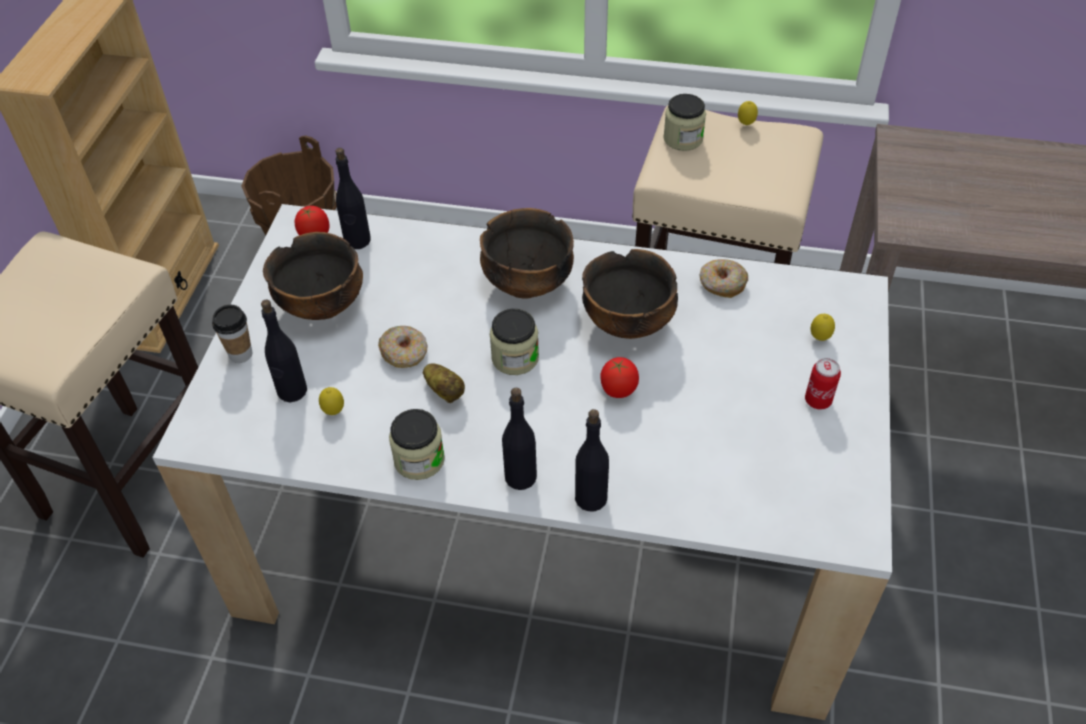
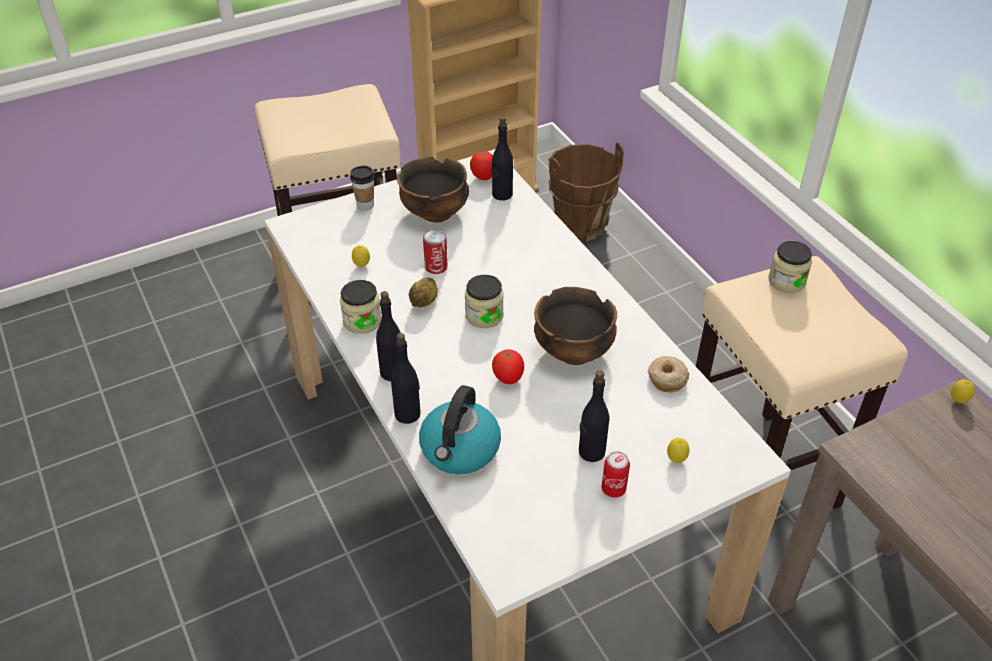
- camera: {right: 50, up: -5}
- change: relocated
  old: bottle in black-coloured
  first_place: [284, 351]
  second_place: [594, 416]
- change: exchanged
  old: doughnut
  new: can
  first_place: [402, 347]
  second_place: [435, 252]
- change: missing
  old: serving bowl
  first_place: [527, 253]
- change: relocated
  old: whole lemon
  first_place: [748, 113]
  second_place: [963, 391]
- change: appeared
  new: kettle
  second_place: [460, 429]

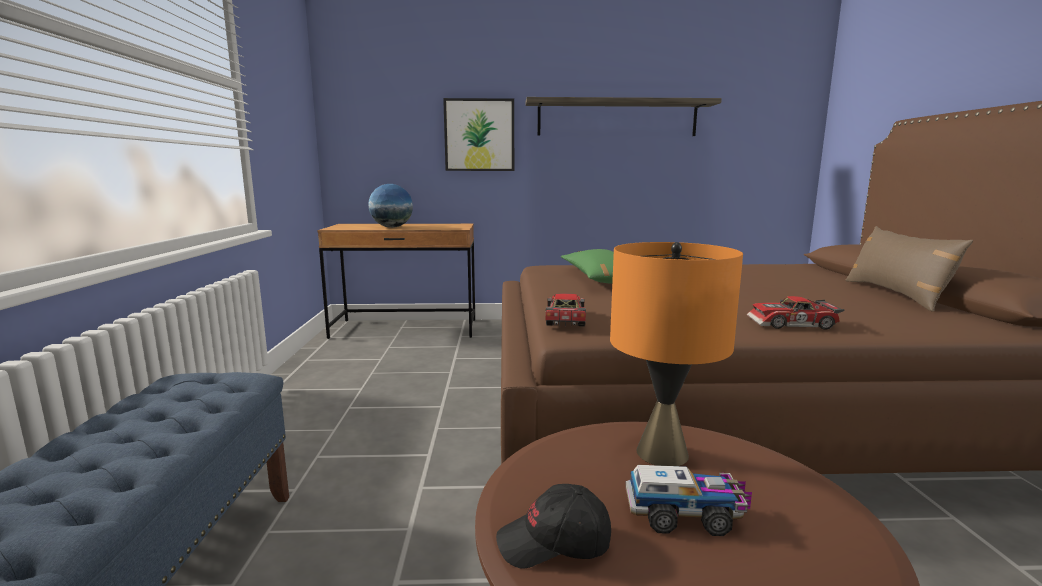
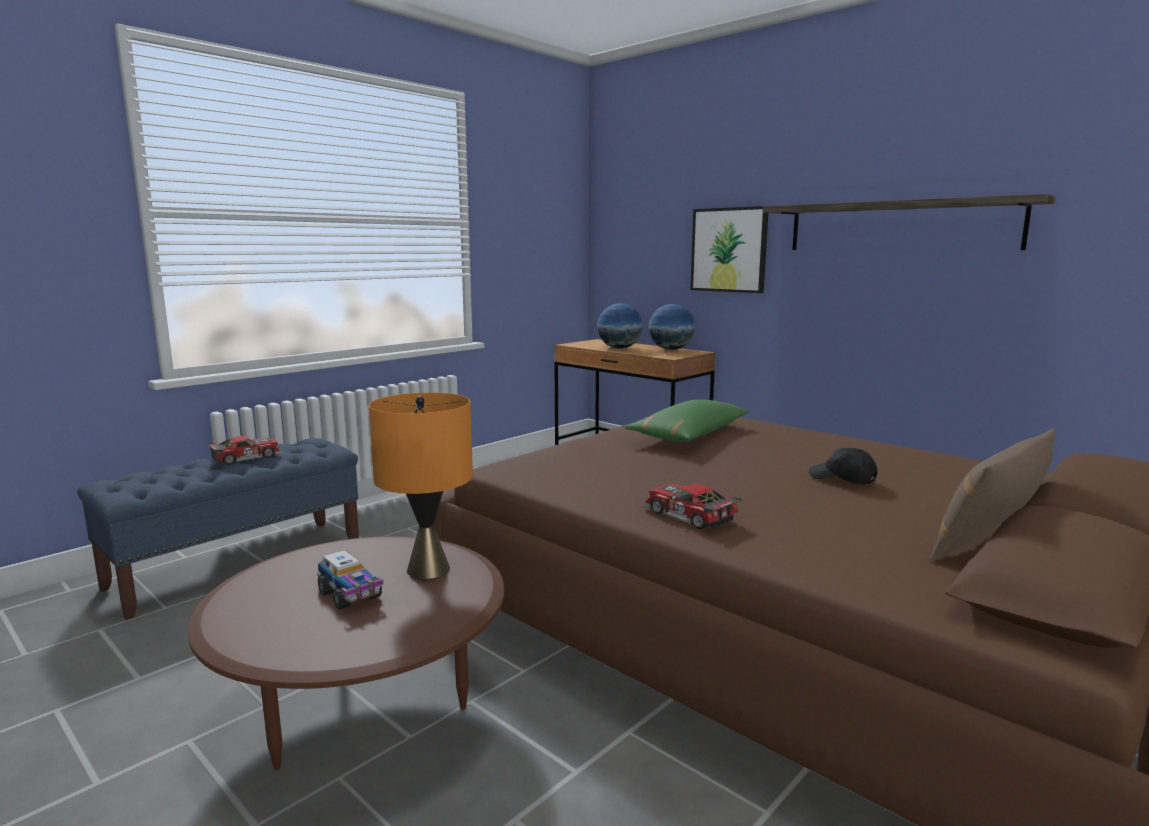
- camera: {right: 45, up: 0}
- change: relocated
  old: peaked cap in black-coloured
  first_place: [553, 526]
  second_place: [843, 466]
- change: relocated
  old: model car
  first_place: [566, 309]
  second_place: [245, 450]
- change: appeared
  new: world globe
  second_place: [672, 327]

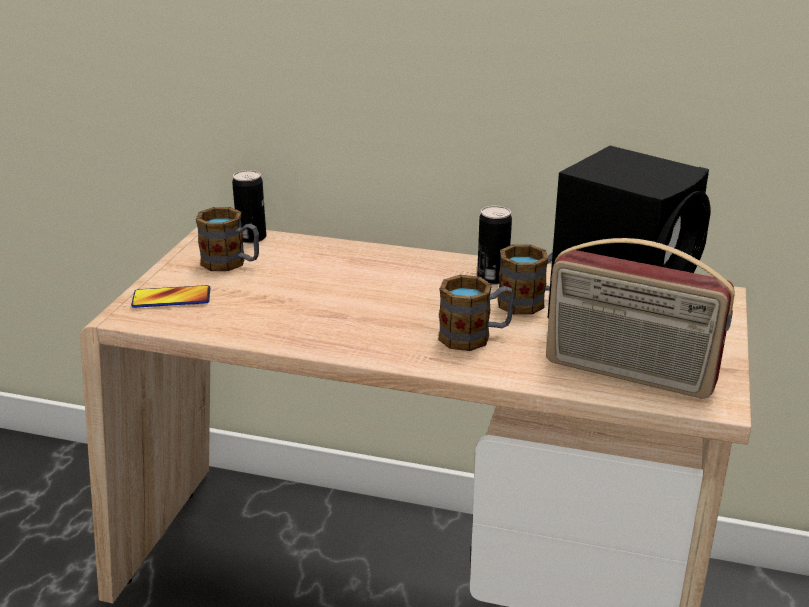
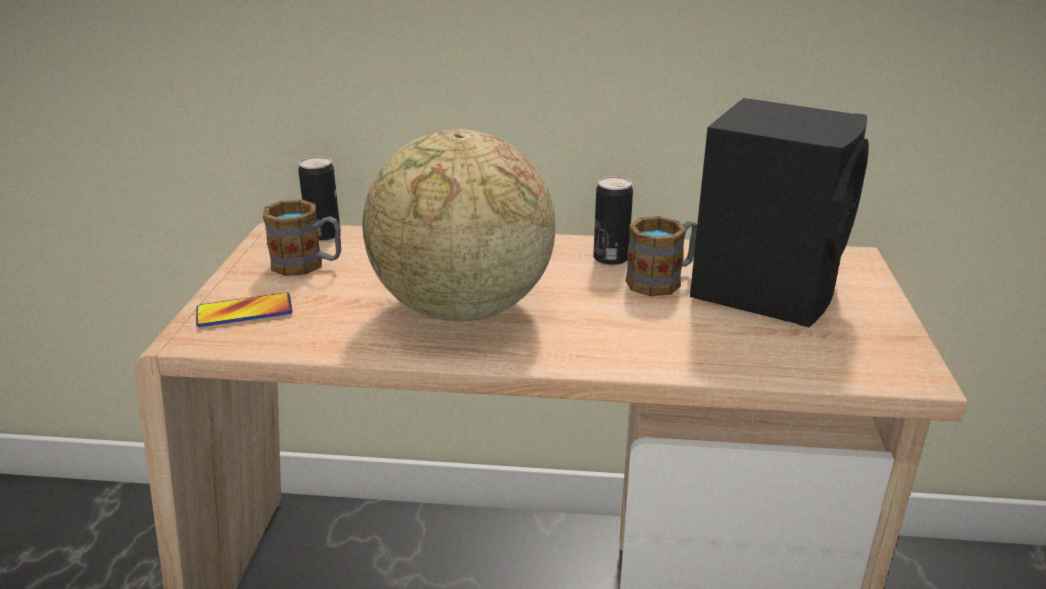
- camera: {right: -10, up: 0}
- change: missing
  old: mug
  first_place: [476, 313]
- change: missing
  old: radio receiver
  first_place: [640, 318]
- change: appeared
  new: world globe
  second_place: [459, 225]

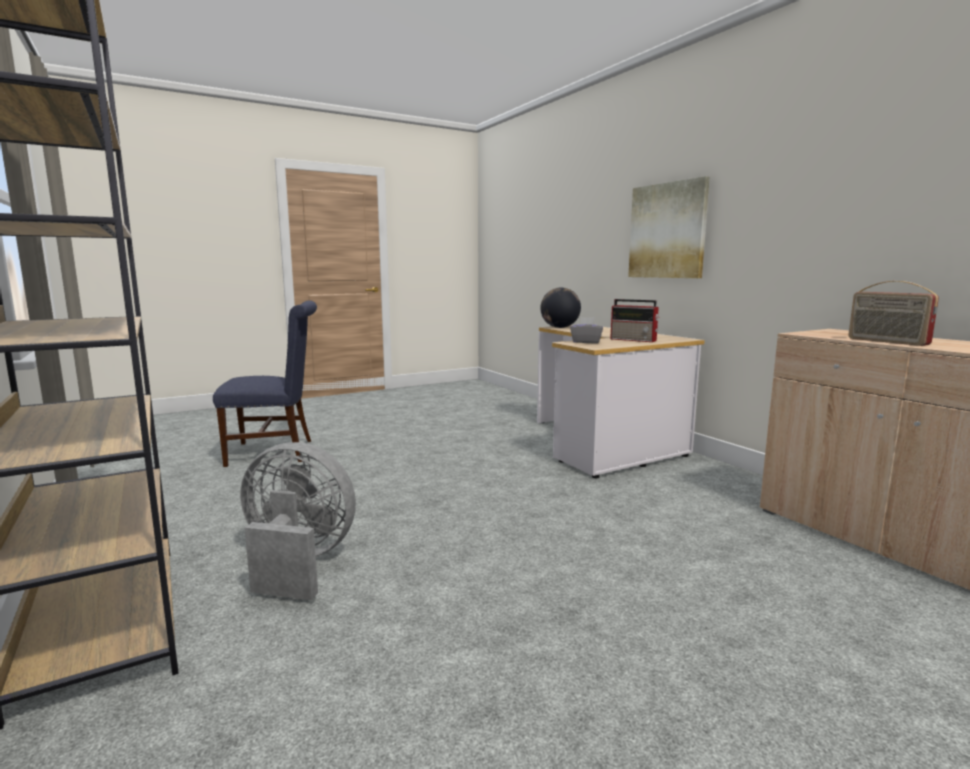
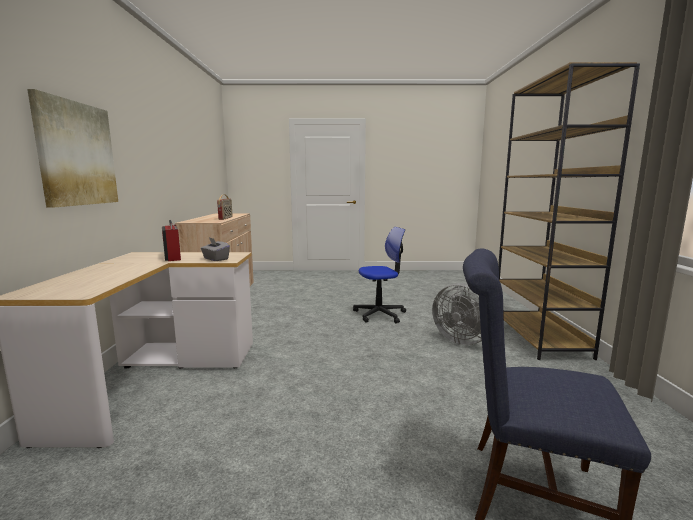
- camera: {right: -150, up: 0}
- change: missing
  old: world globe
  first_place: [560, 307]
- change: appeared
  new: office chair
  second_place: [379, 275]

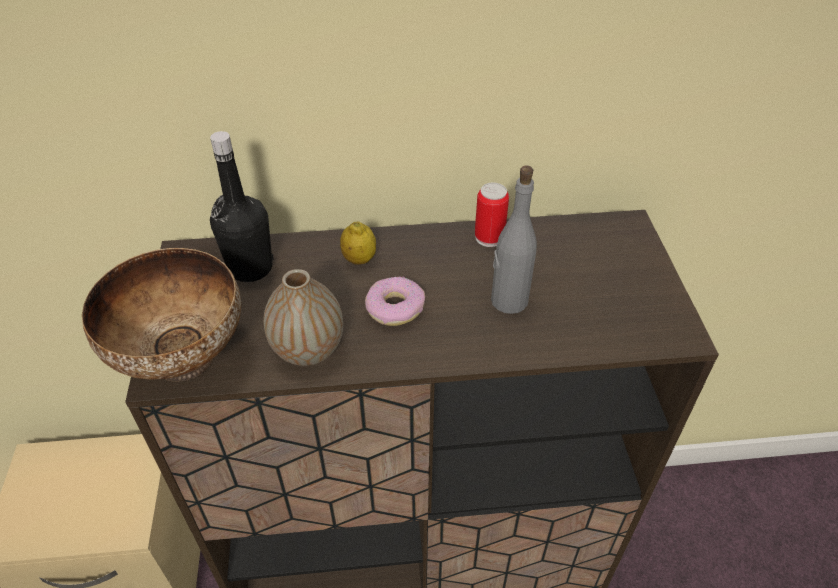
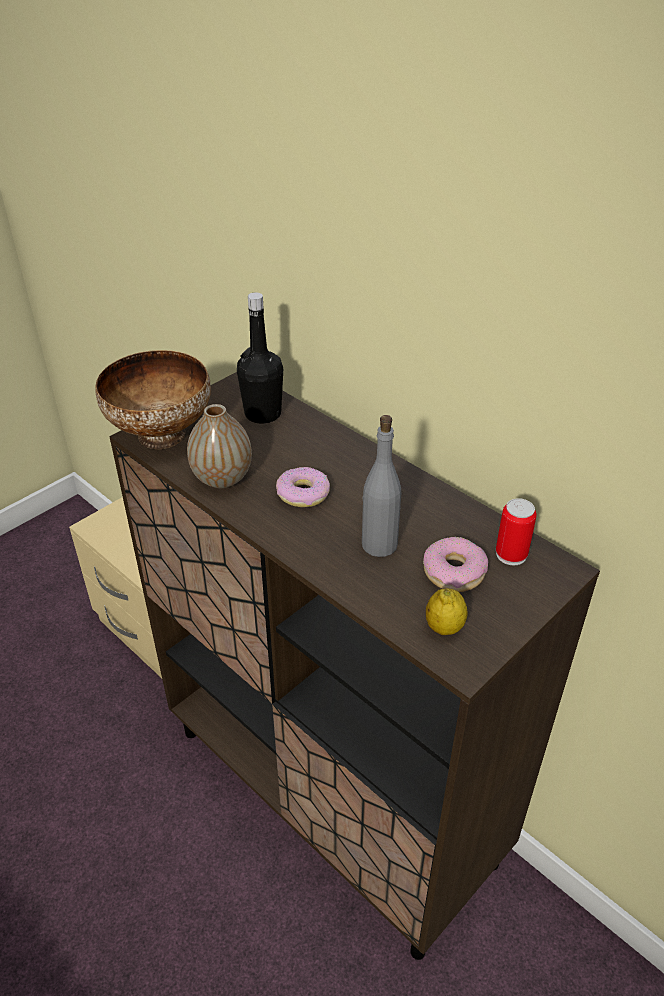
- camera: {right: 50, up: -5}
- change: relocated
  old: whole lemon
  first_place: [358, 243]
  second_place: [447, 611]
- change: relocated
  old: can
  first_place: [492, 215]
  second_place: [516, 531]
- change: appeared
  new: doughnut
  second_place: [455, 564]

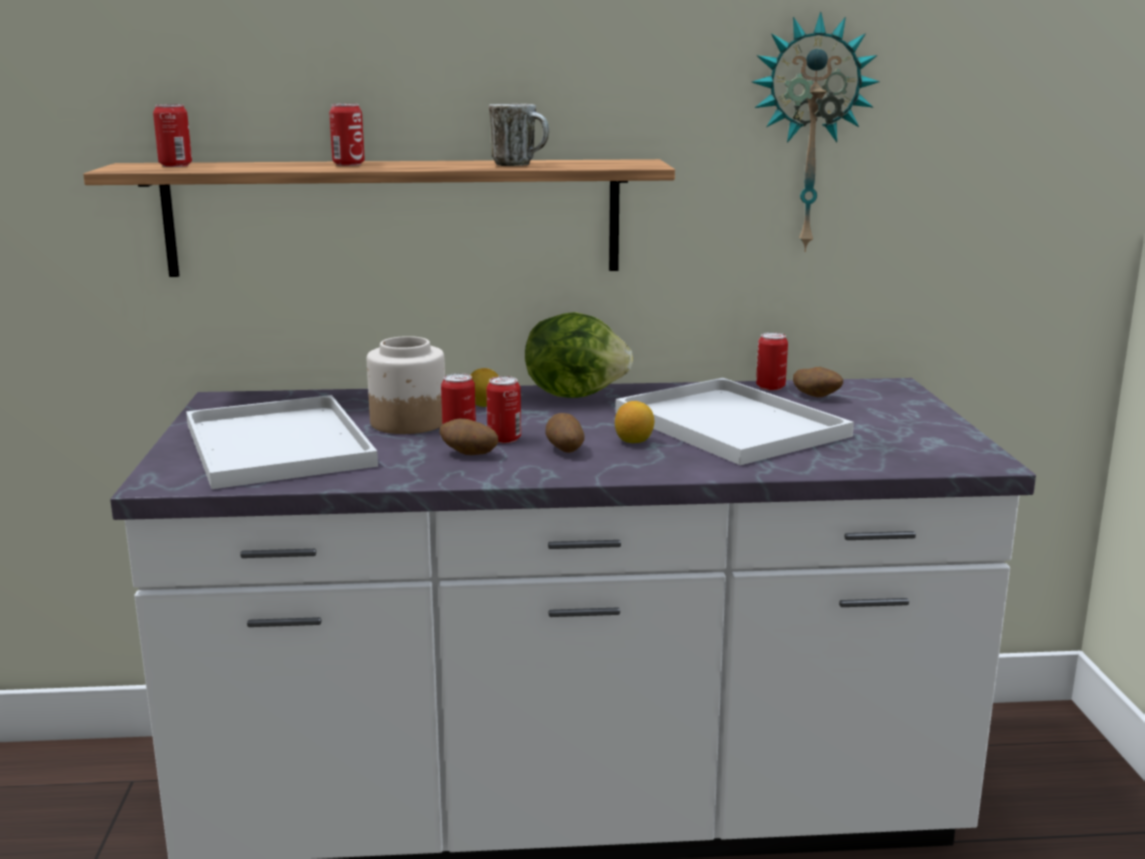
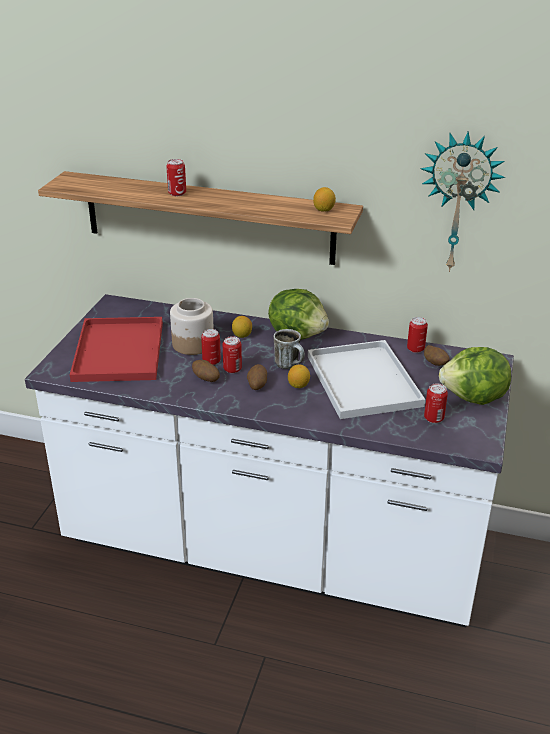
- camera: {right: 20, up: 15}
- change: relocated
  old: can
  first_place: [172, 135]
  second_place: [436, 403]
- change: colour
  old: serving tray in whitish
  new: serving tray in red-coloured
  first_place: [282, 442]
  second_place: [116, 349]
- change: relocated
  old: mug
  first_place: [519, 135]
  second_place: [289, 349]
- change: appeared
  new: whole lemon
  second_place: [324, 199]
- change: appeared
  new: head of lettuce
  second_place: [475, 376]

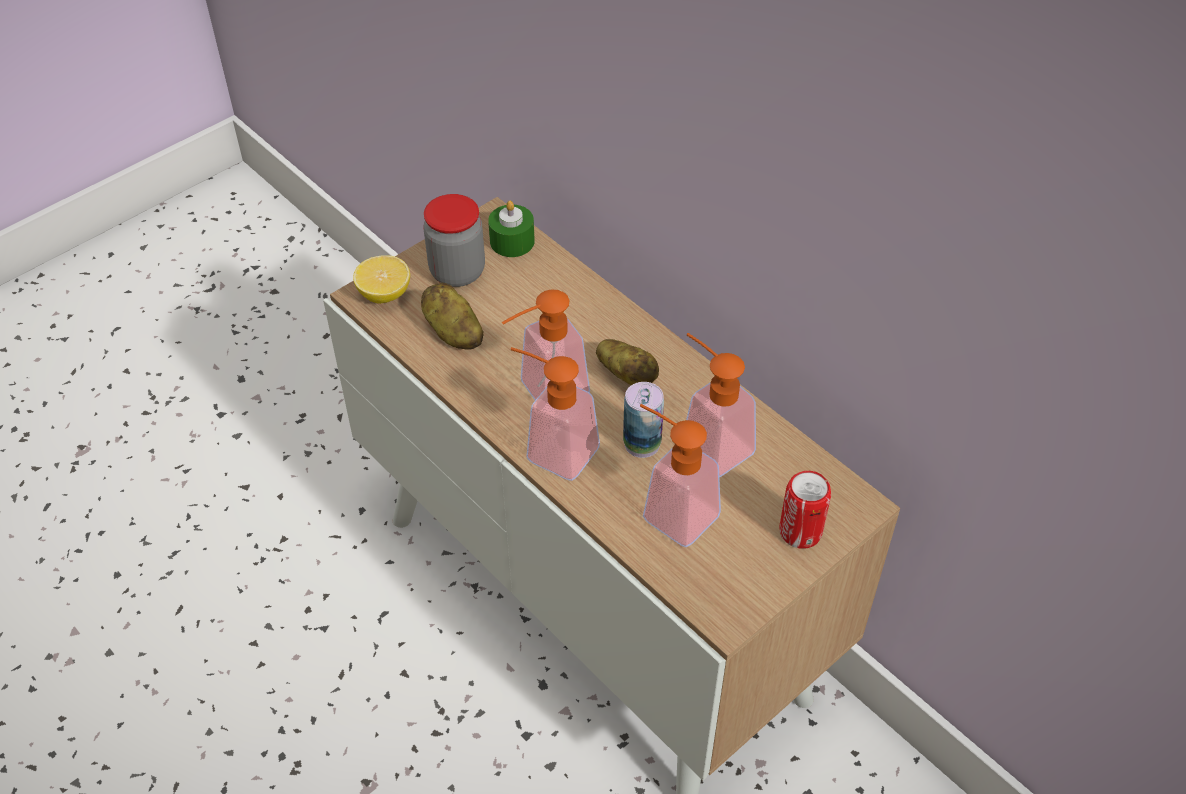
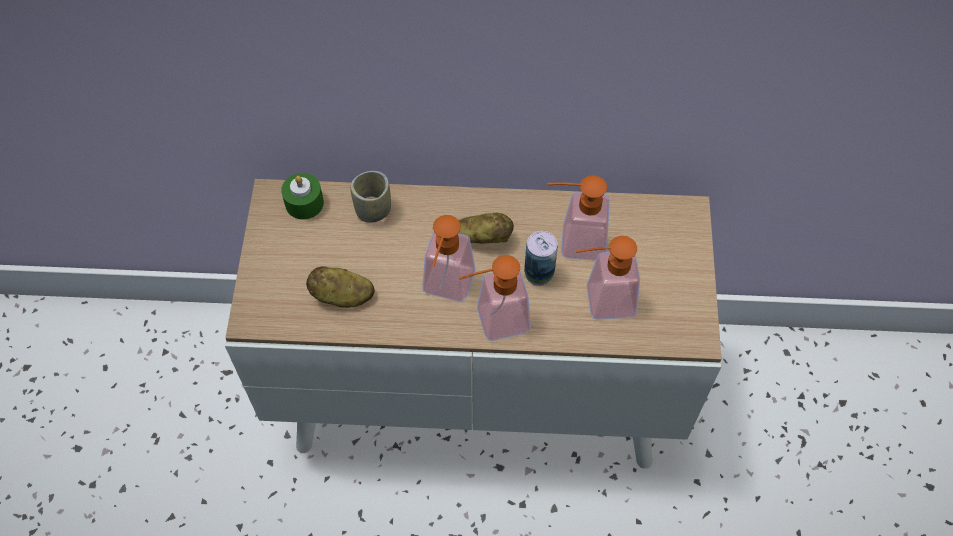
- camera: {right: -45, up: 10}
- change: missing
  old: whole lemon
  first_place: [381, 279]
- change: missing
  old: storage jar
  first_place: [454, 240]
- change: missing
  old: can
  first_place: [805, 510]
- change: appeared
  new: drinking cup
  second_place: [370, 197]

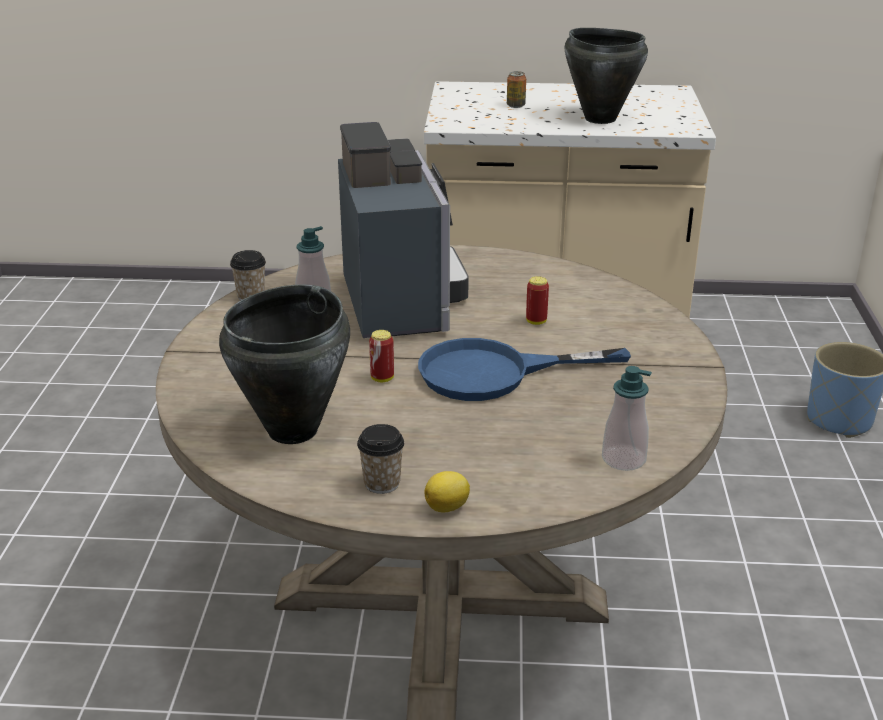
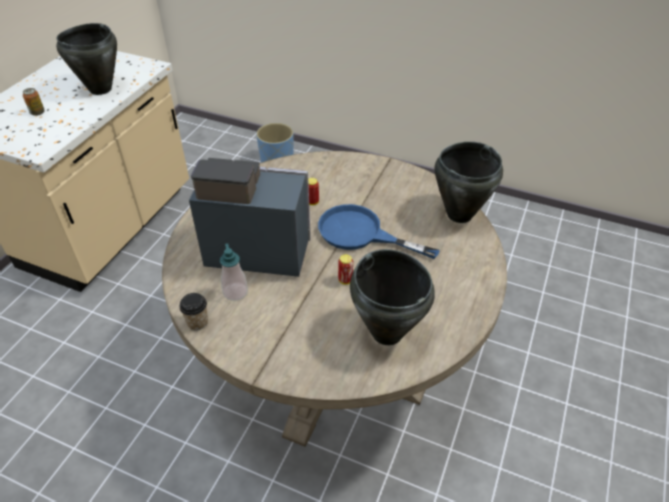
- camera: {right: -70, up: 15}
- change: missing
  old: drinking cup
  first_place: [380, 459]
- change: spun
  old: pan in blue-coloured
  first_place: [524, 369]
  second_place: [379, 231]
  degrees: 105
- change: missing
  old: whole lemon
  first_place: [447, 491]
- change: exchanged
  old: liquid soap bottle
  new: stockpot in black-coloured
  first_place: [627, 418]
  second_place: [468, 182]

